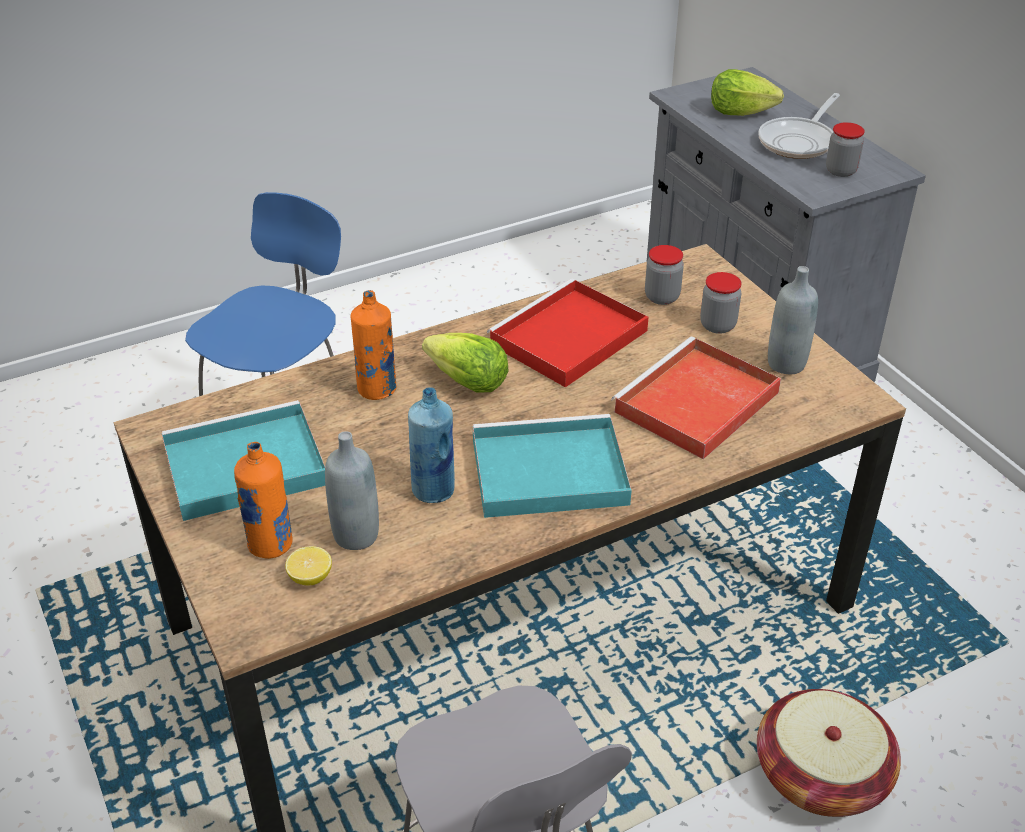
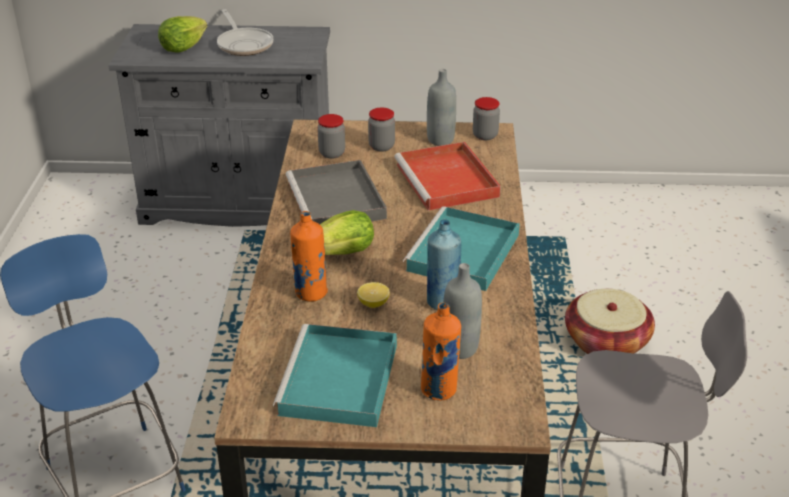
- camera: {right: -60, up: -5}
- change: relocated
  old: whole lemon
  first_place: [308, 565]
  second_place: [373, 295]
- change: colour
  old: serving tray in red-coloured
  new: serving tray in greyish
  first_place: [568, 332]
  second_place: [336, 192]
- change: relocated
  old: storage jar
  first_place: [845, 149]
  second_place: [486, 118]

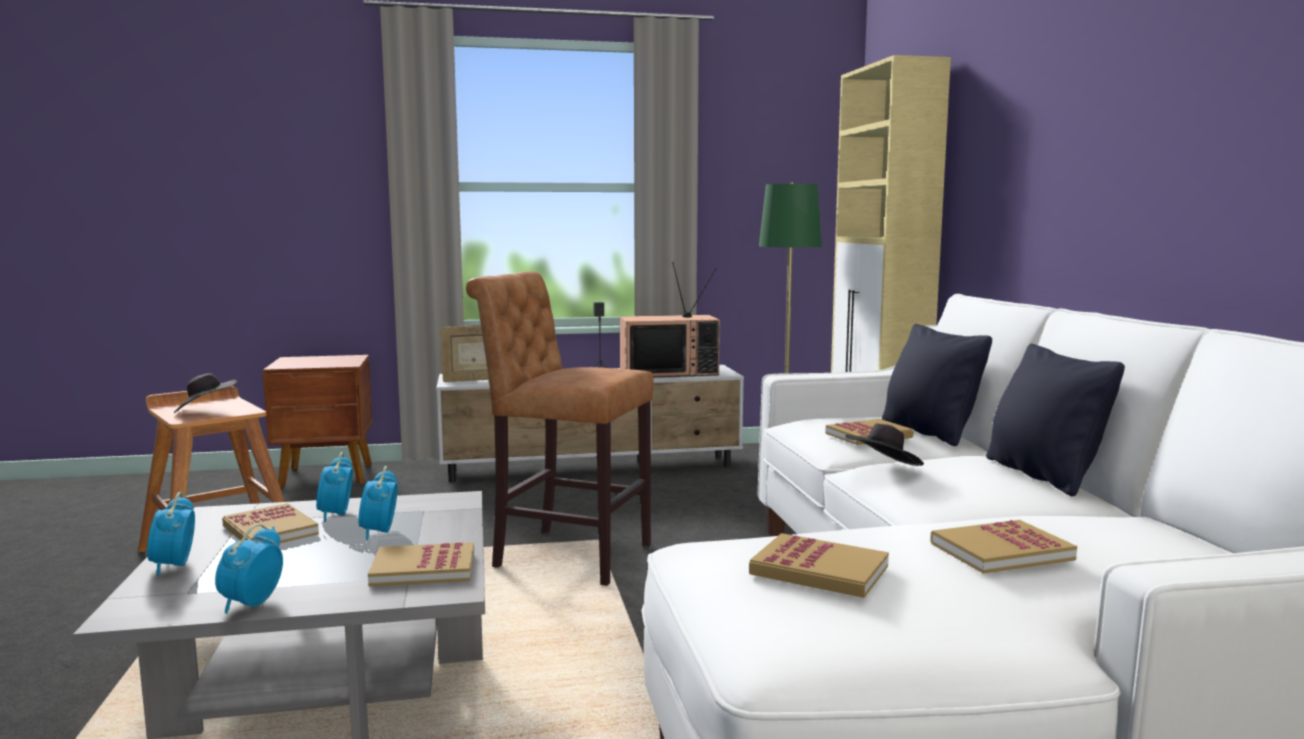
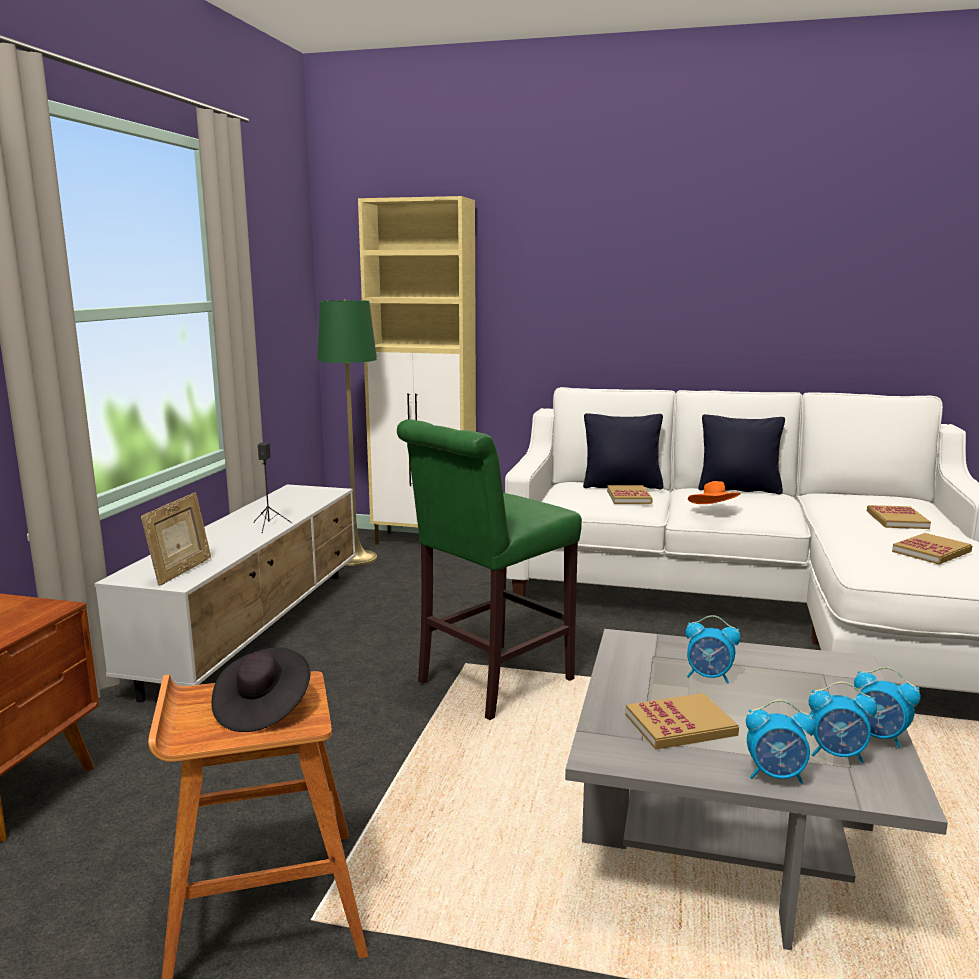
- camera: {right: -65, up: 5}
- change: relocated
  old: bedside clock
  first_place: [334, 487]
  second_place: [843, 722]
- change: missing
  old: volume
  first_place: [421, 564]
- change: colour
  old: stool seat in brown-coloured
  new: stool seat in greenish
  first_place: [560, 428]
  second_place: [489, 569]
- change: missing
  old: TV set
  first_place: [670, 319]
- change: colour
  old: clothing hat in black-coloured
  new: clothing hat in orangey
  first_place: [884, 444]
  second_place: [714, 492]

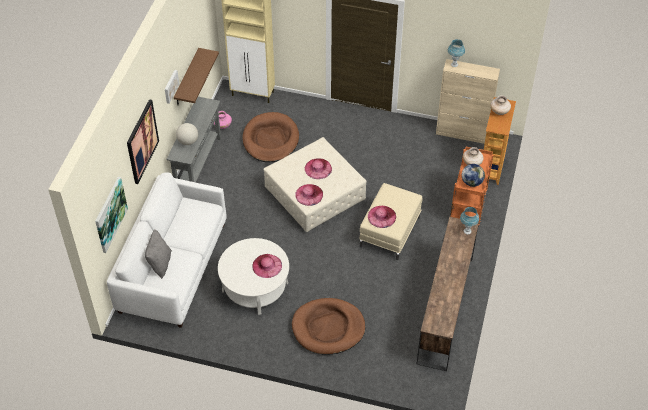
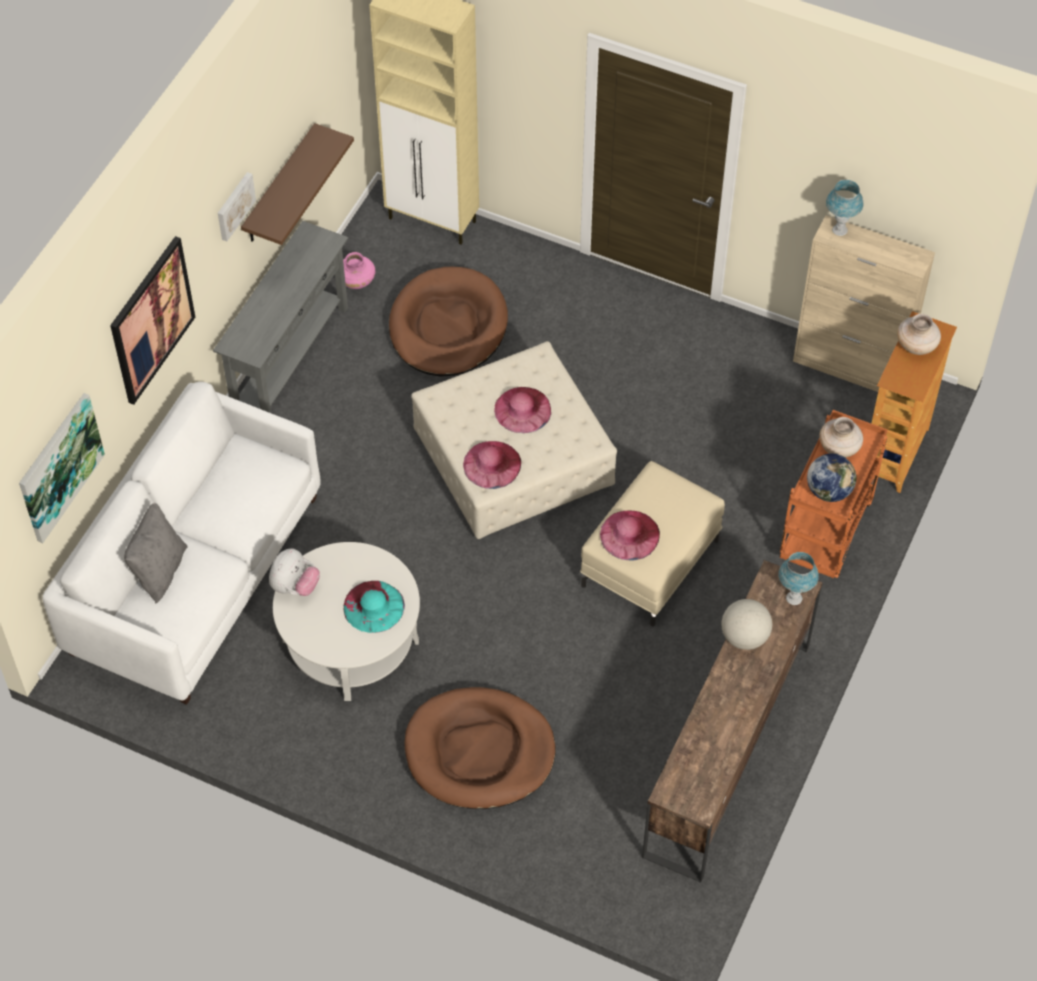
- camera: {right: 10, up: 5}
- change: relocated
  old: world globe
  first_place: [187, 134]
  second_place: [747, 624]
- change: colour
  old: clothing hat in pink
  new: clothing hat in turquoise-coloured
  first_place: [267, 266]
  second_place: [374, 607]
- change: appeared
  new: cuddly toy
  second_place: [294, 572]

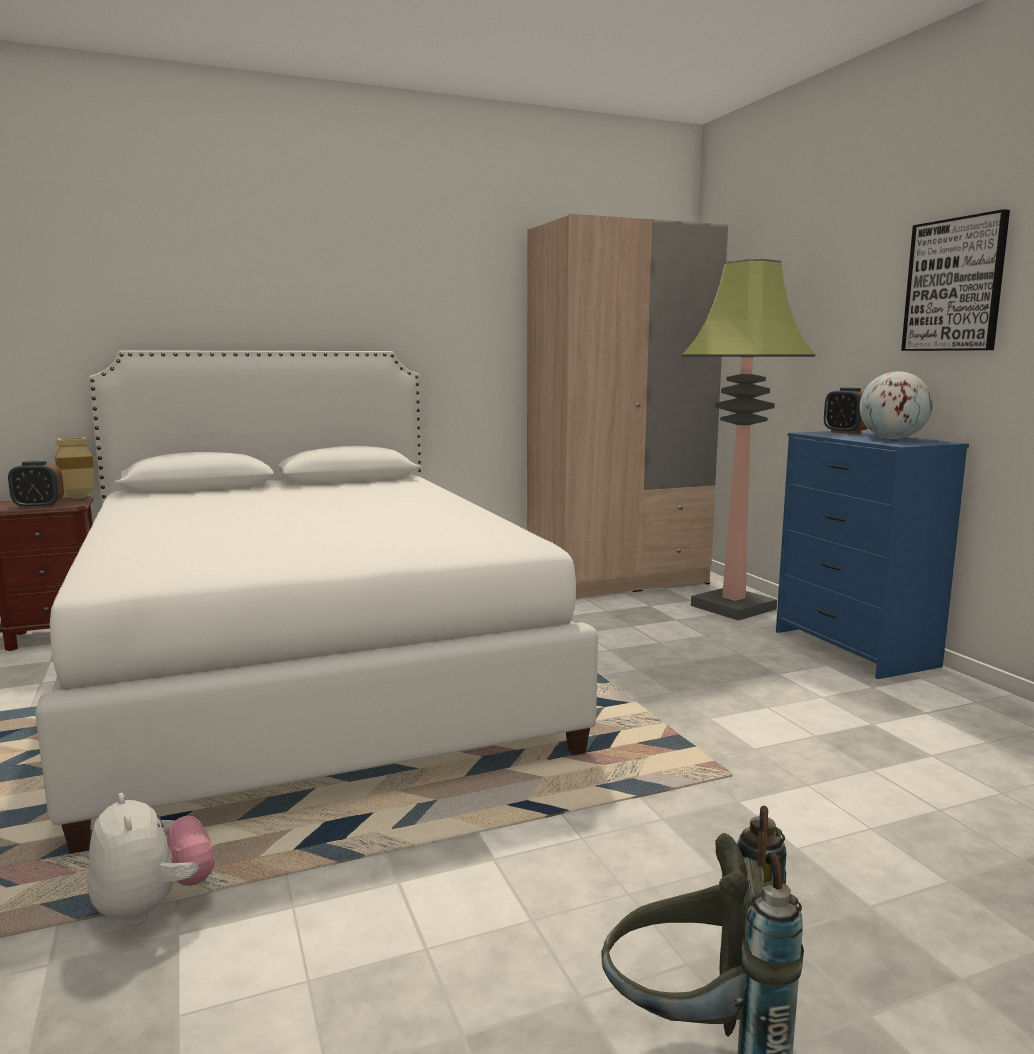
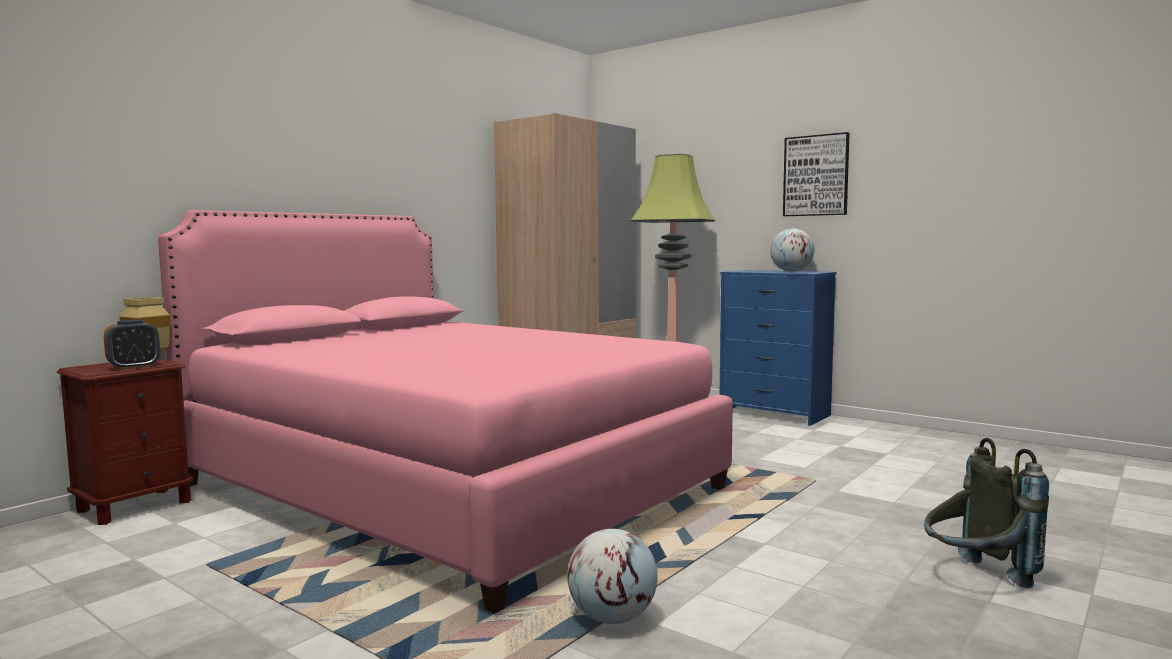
- camera: {right: -30, up: -5}
- change: colour
  old: bedroom bed in whitish
  new: bedroom bed in pink
  first_place: [316, 602]
  second_place: [445, 412]
- change: exchanged
  old: cuddly toy
  new: world globe
  first_place: [151, 859]
  second_place: [612, 576]
- change: missing
  old: bedside clock
  first_place: [846, 410]

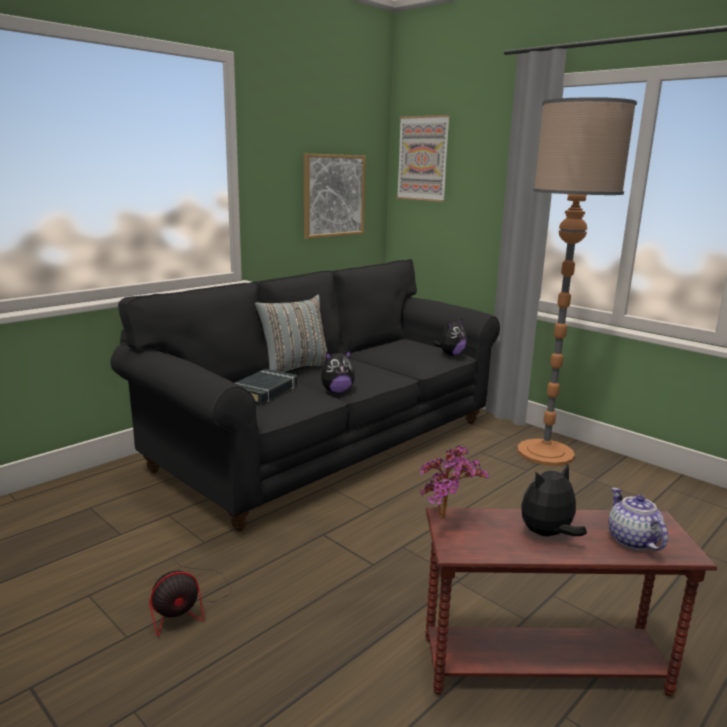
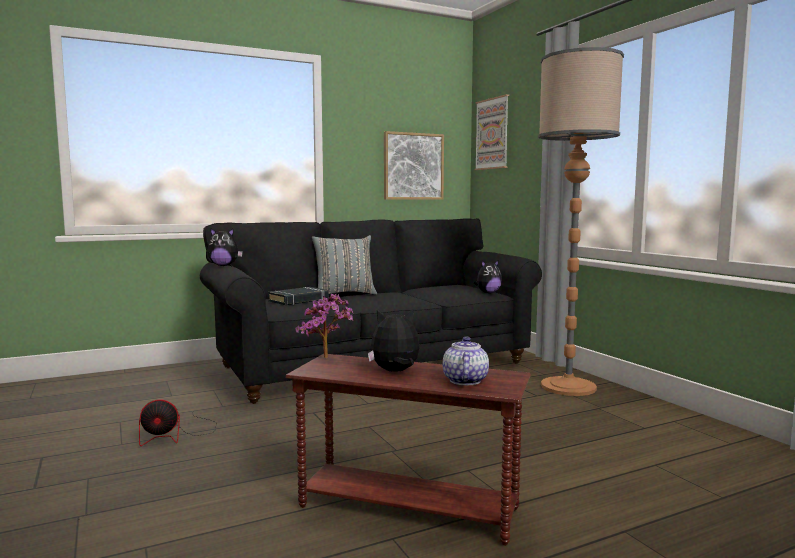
- camera: {right: 20, up: -10}
- change: relocated
  old: cuddly toy
  first_place: [338, 371]
  second_place: [225, 247]

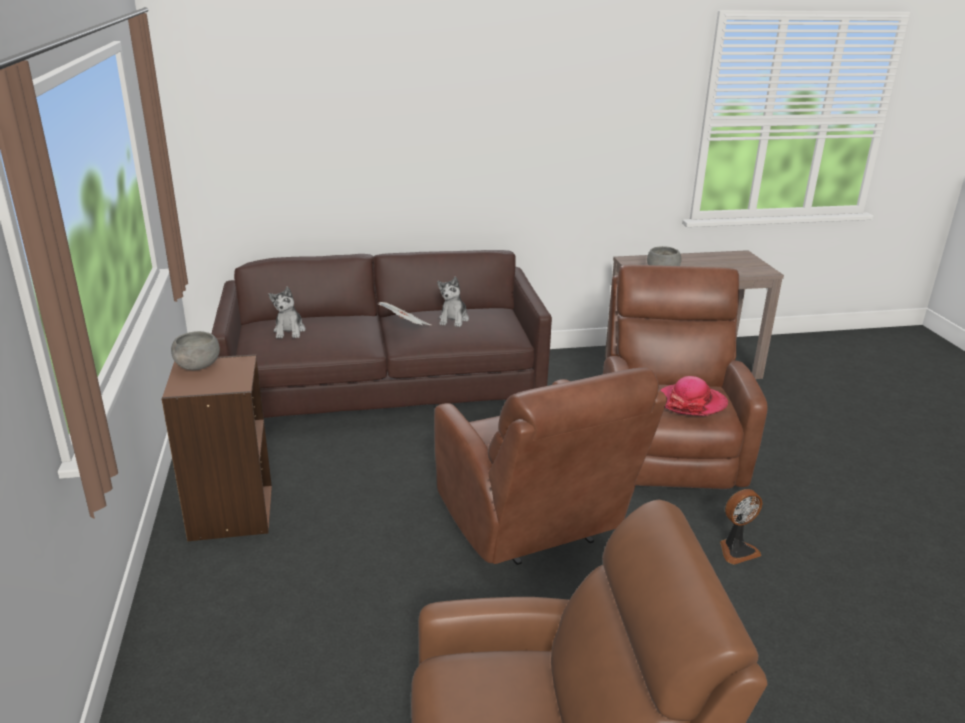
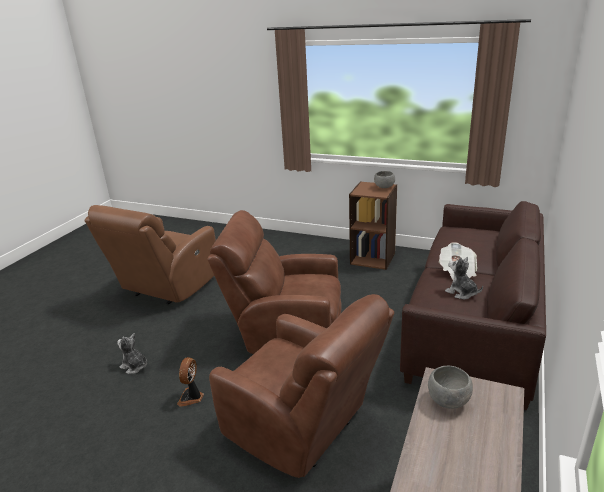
- camera: {right: 125, up: 0}
- change: relocated
  old: cuddly toy
  first_place: [287, 312]
  second_place: [132, 353]
- change: missing
  old: clothing hat
  first_place: [694, 396]

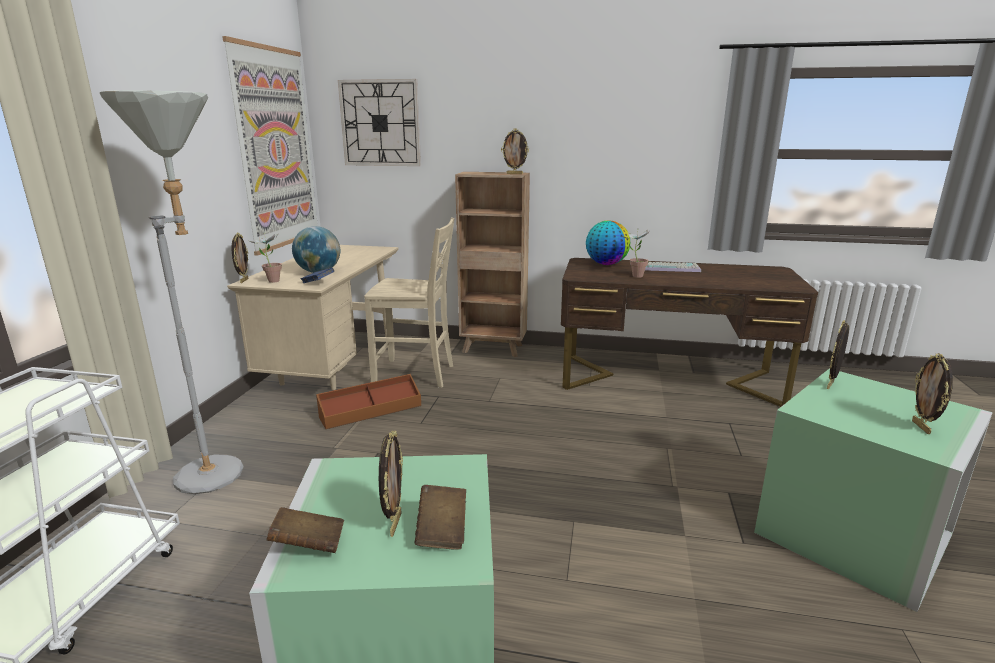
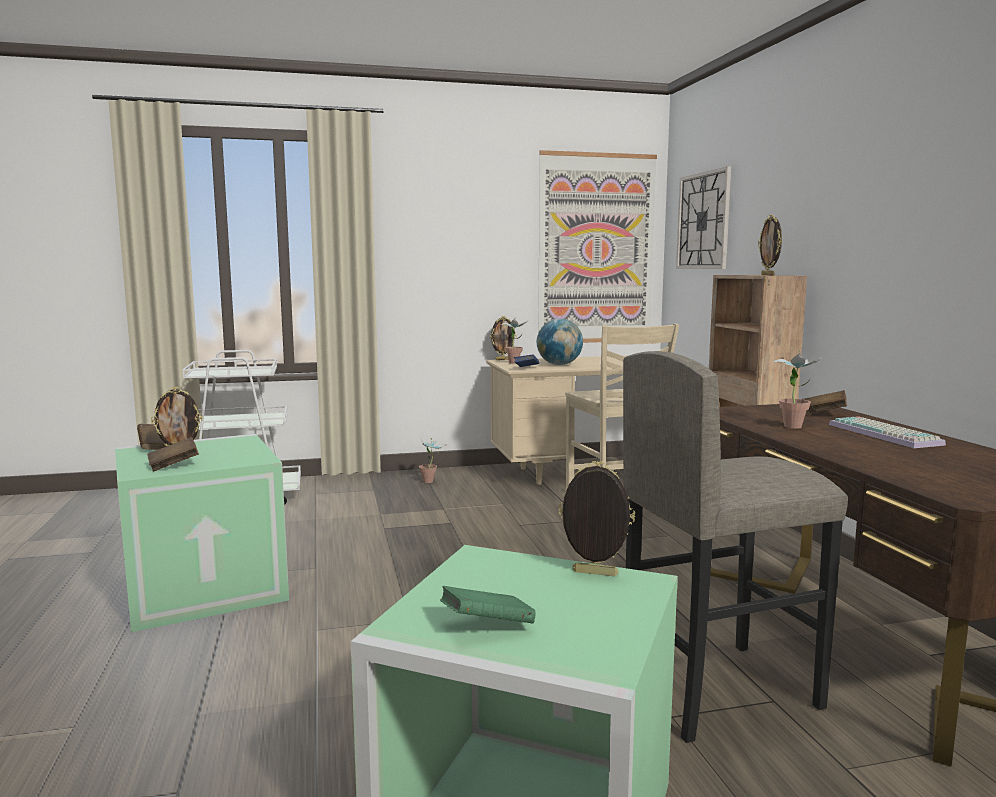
- camera: {right: 65, up: -10}
- change: missing
  old: standing lamp in greyish
  first_place: [172, 292]
- change: missing
  old: storage container in brown-coloured
  first_place: [368, 401]
- change: exchanged
  old: world globe
  new: volume in brown-coloured
  first_place: [608, 243]
  second_place: [825, 402]
- change: exchanged
  old: photo frame
  new: volume in greenish
  first_place: [932, 393]
  second_place: [488, 604]
- change: appeared
  new: potted plant
  second_place: [433, 460]
- change: appeared
  new: stool seat in greyish
  second_place: [735, 547]

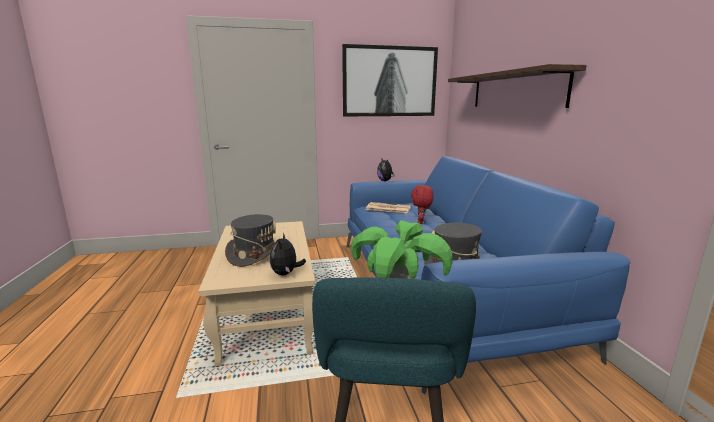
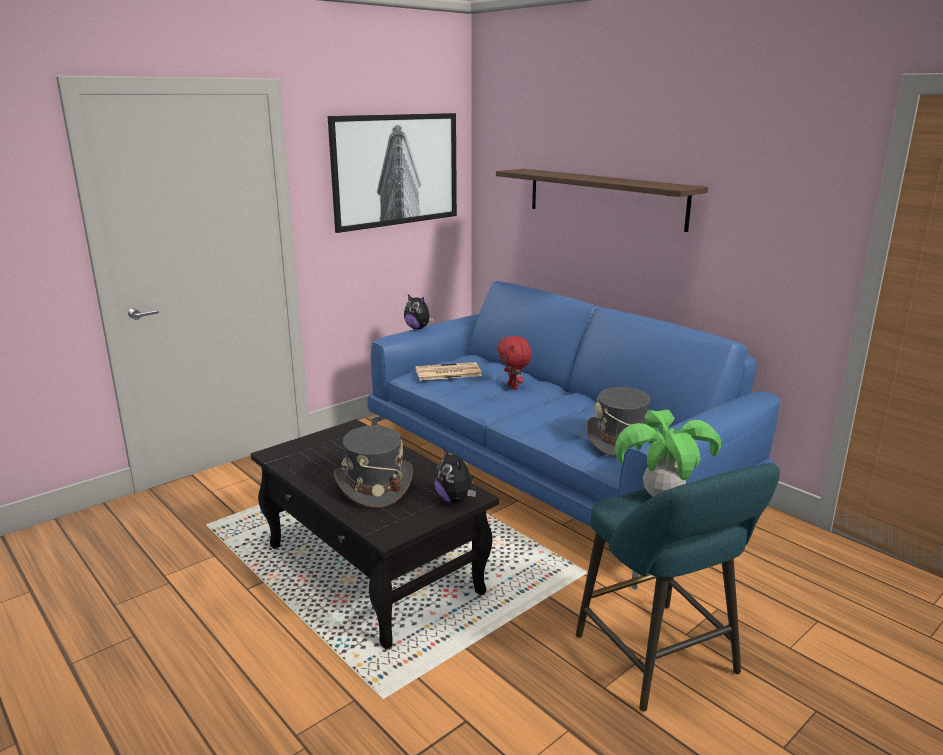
- camera: {right: -30, up: 5}
- change: colour
  old: low table in beige-coloured
  new: low table in black-coloured
  first_place: [256, 293]
  second_place: [375, 534]

